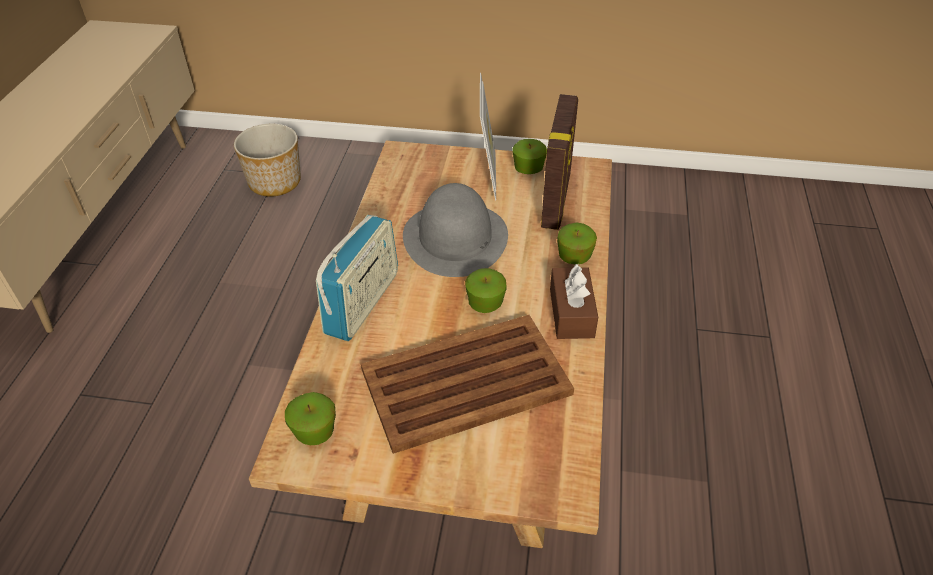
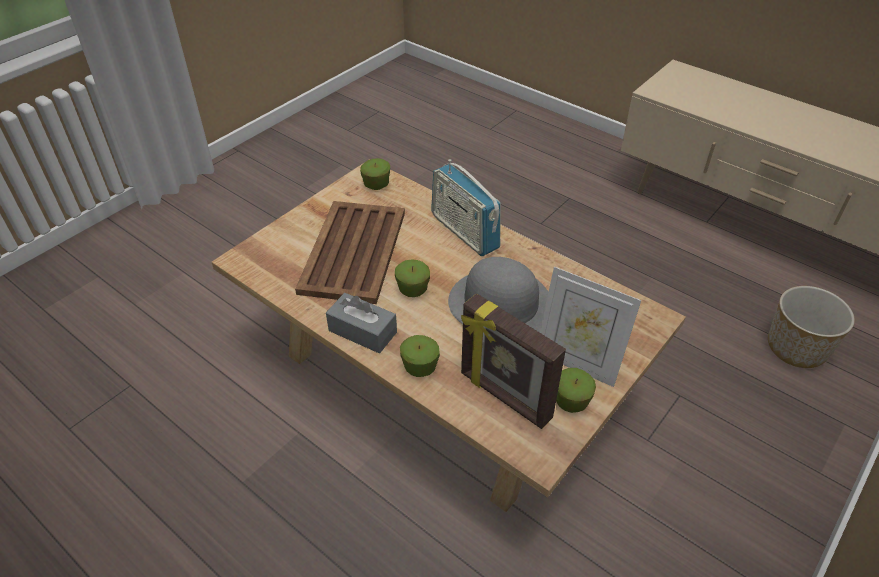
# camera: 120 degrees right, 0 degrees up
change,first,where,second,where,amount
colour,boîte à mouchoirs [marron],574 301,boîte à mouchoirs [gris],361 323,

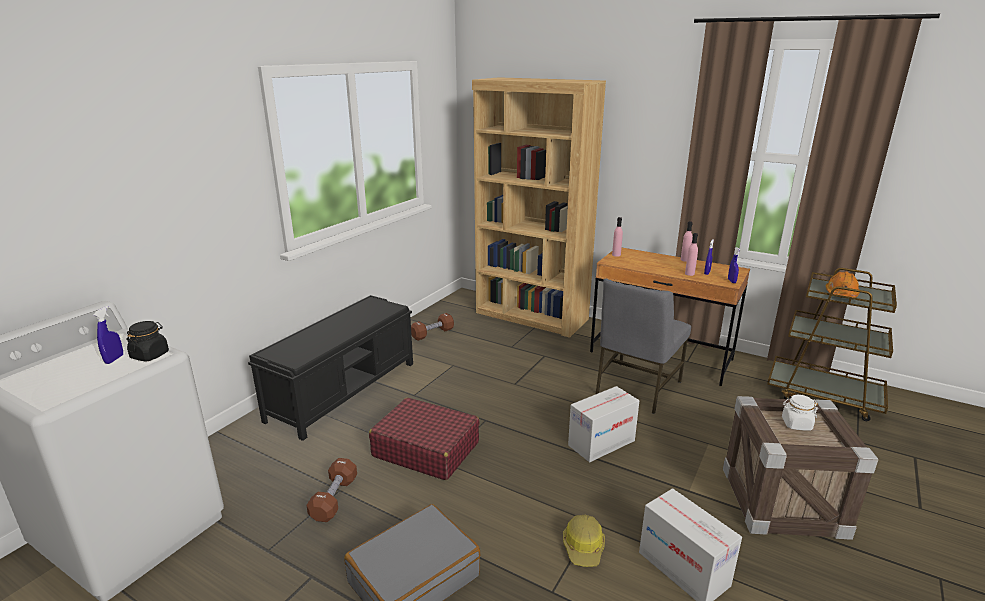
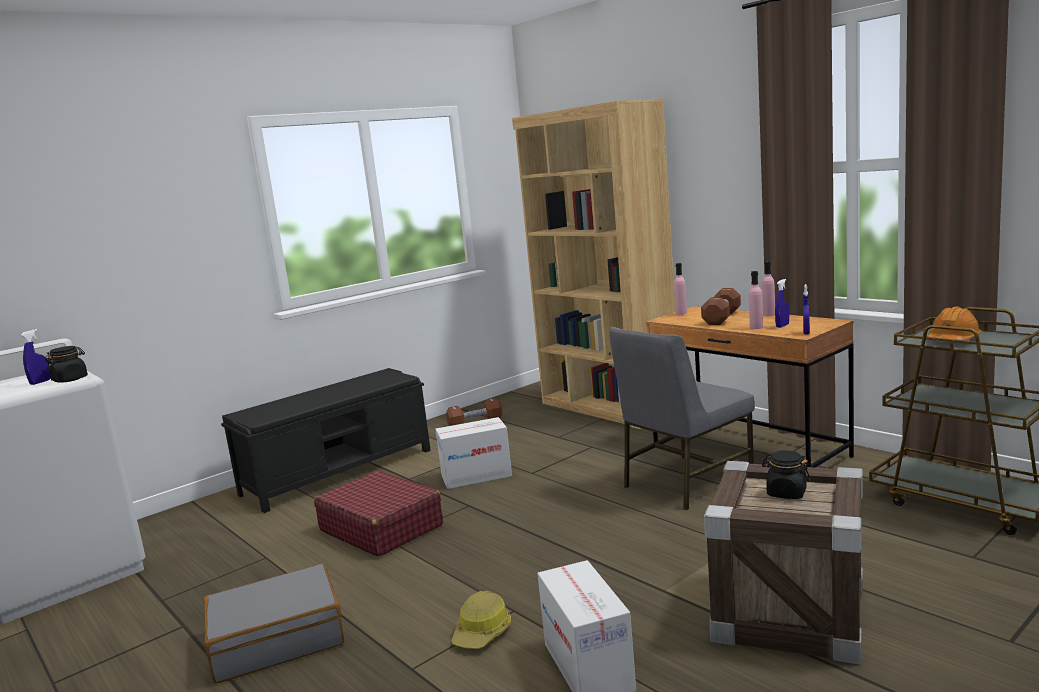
# camera: 20 degrees right, 10 degrees down
change,first,where,second,where,amount
relocated,carton,603 424,,473 453,
relocated,haltère [marron],331 490,,721 306,
colour,bocal [blanc],800 413,bocal [noir],786 474,

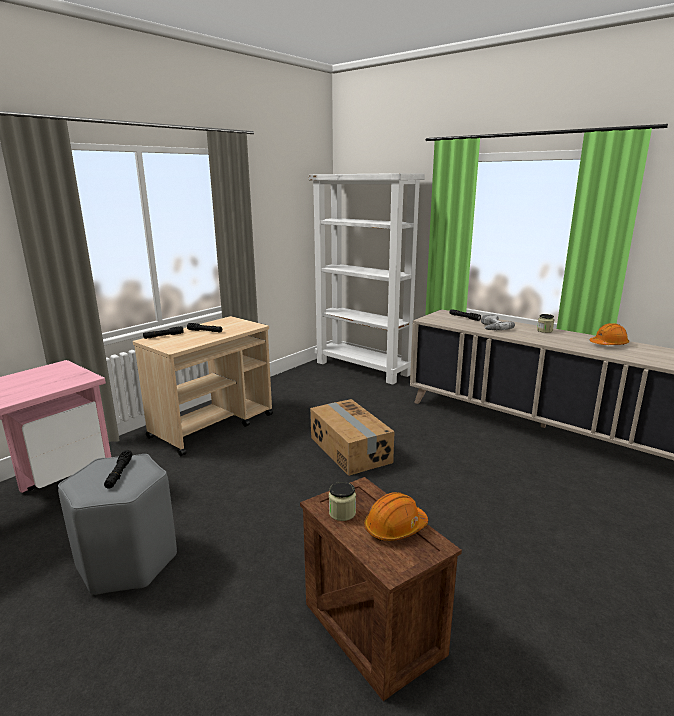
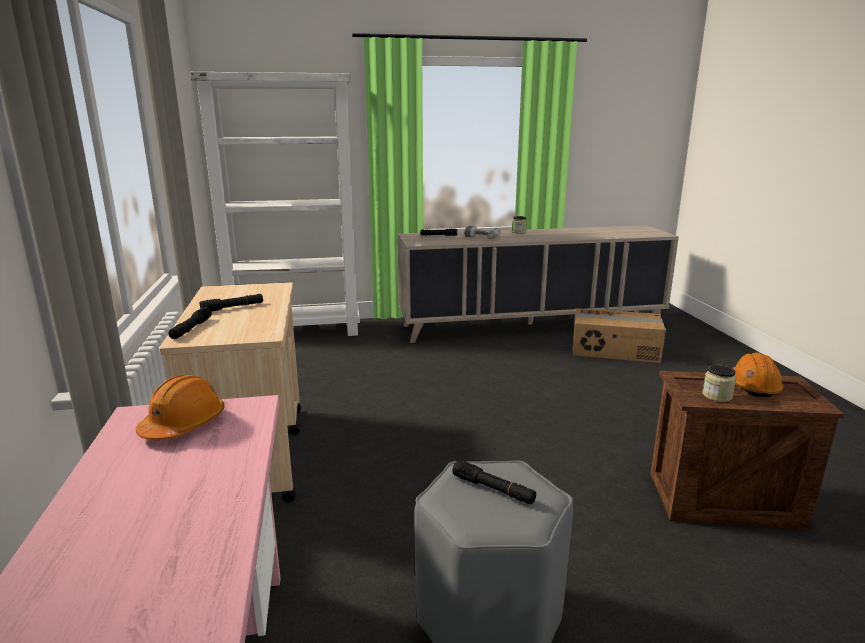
# camera: 50 degrees left, 0 degrees up
change,first,where,second,where,amount
relocated,casque de chantier [orange],609 334,,180 407,
relocated,carton,352 437,,619 335,

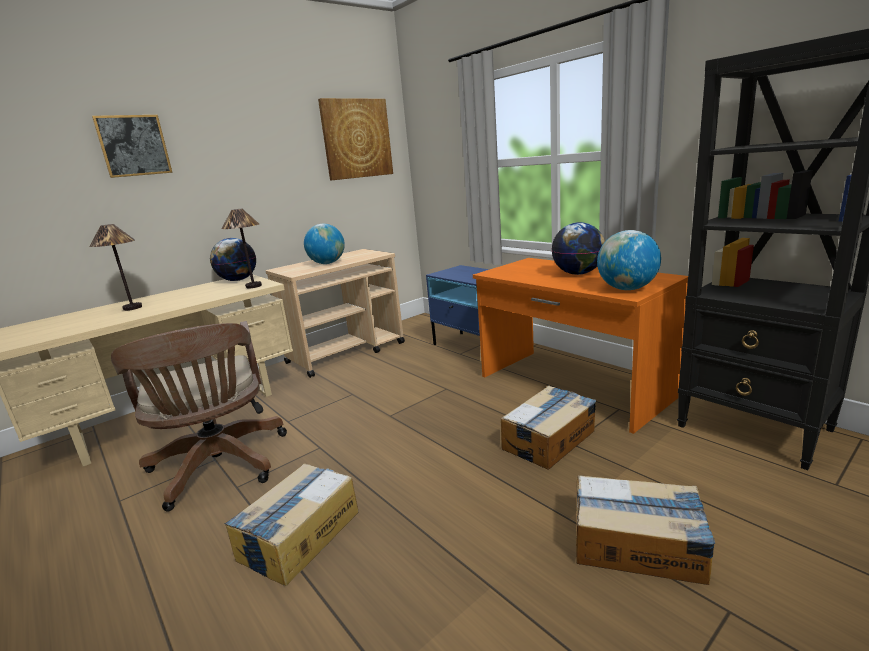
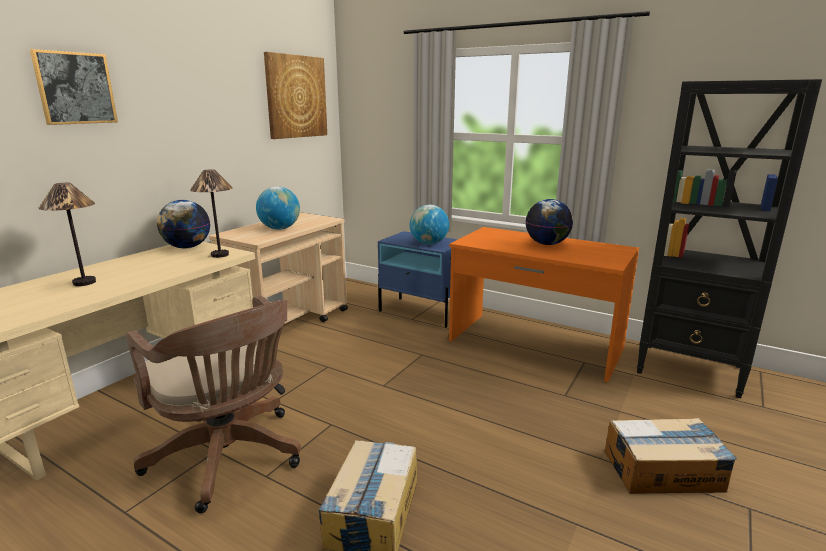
# camera: 20 degrees left, 0 degrees up
change,first,where,second,where,amount
relocated,globe,629 260,,429 225,
missing,carton,548 428,,,

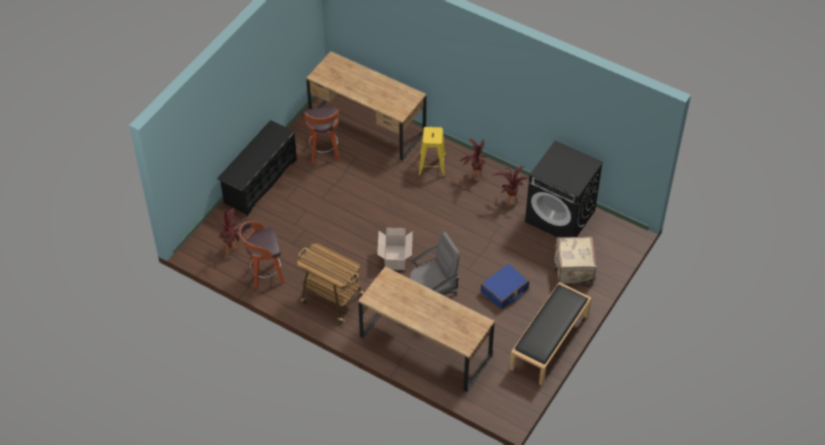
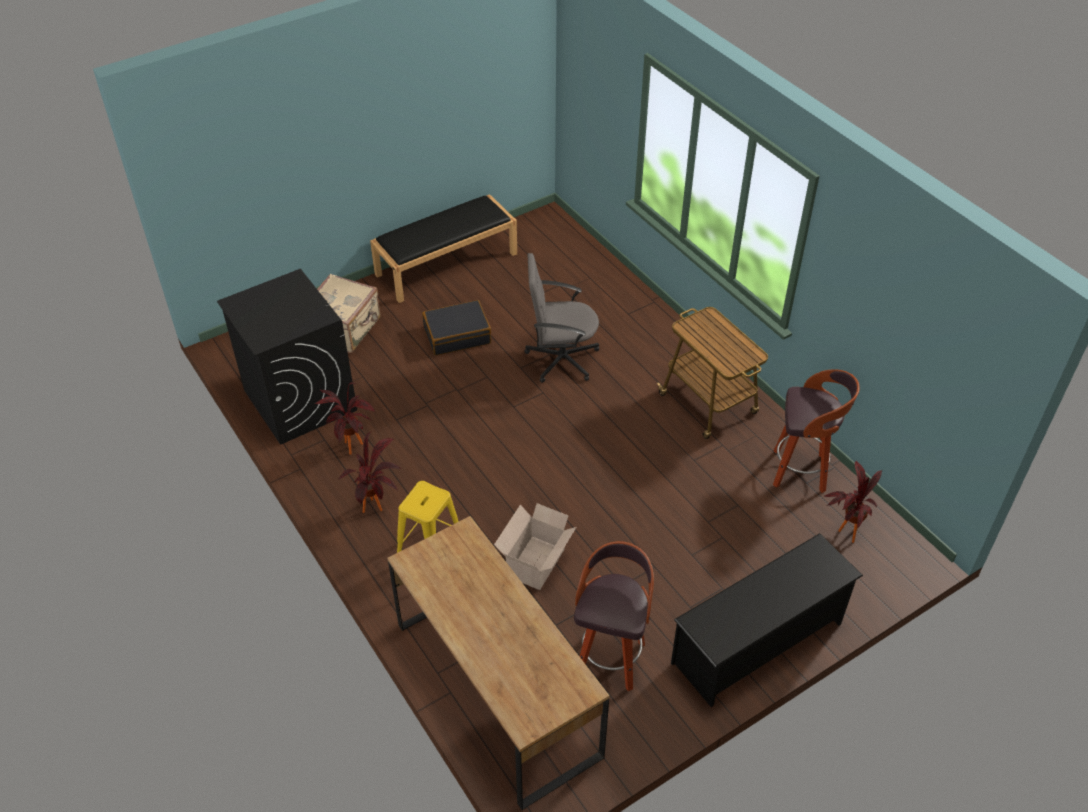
# camera: 155 degrees left, 5 degrees down
change,first,where,second,where,amount
colour,valise [bleu],505 286,valise [noir],456 328,
relocated,carton,395 249,,535 546,
missing,bureau [marron],426 329,,,

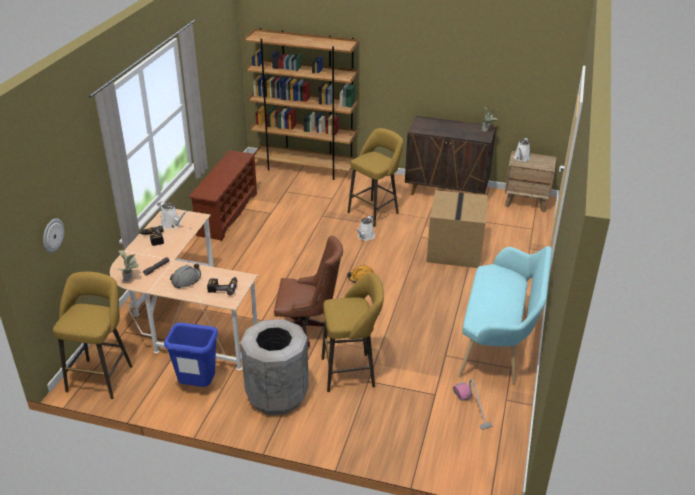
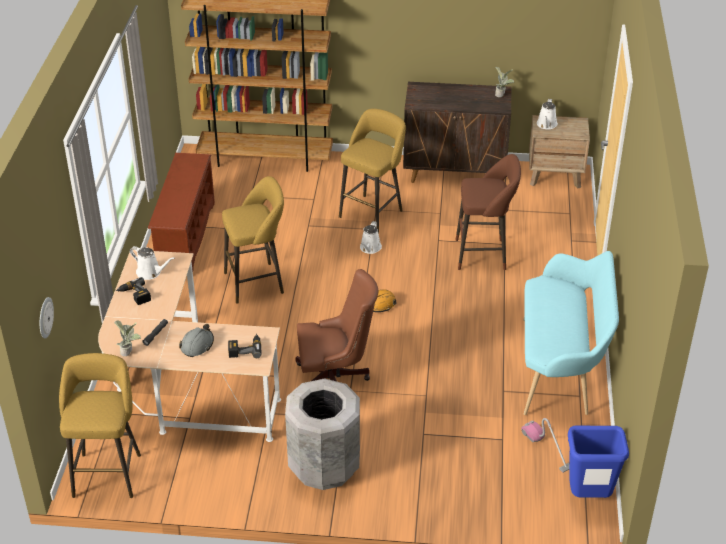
# camera: 10 degrees left, 5 degrees up
change,first,where,second,where,amount
relocated,tabouret [jaune],352 332,,253 239,
exchanged,carton,457 229,tabouret [marron],488 212,
relocated,poubelle [bleu],191 354,,598 462,

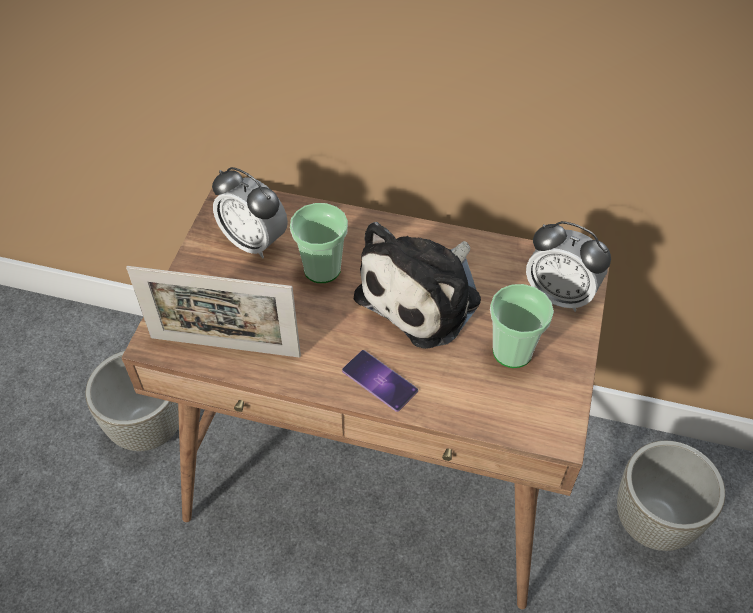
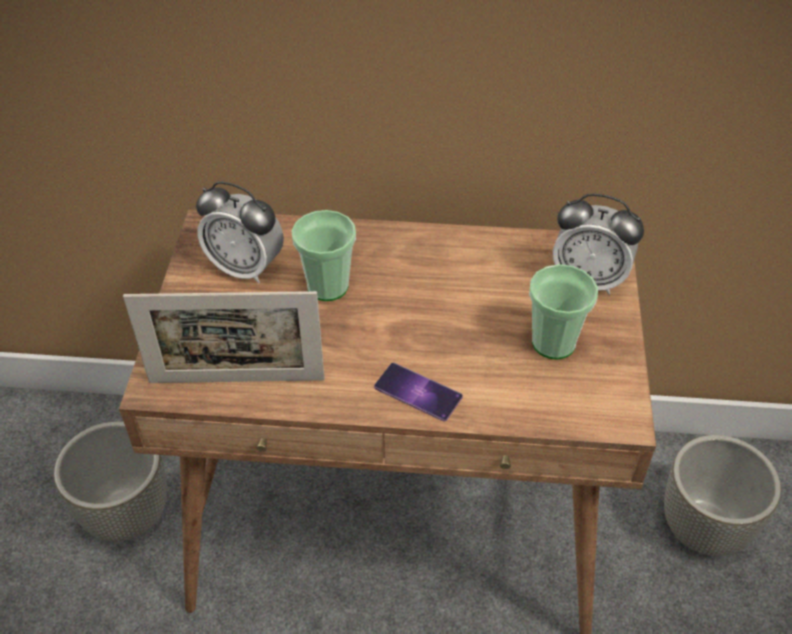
# camera: 10 degrees left, 5 degrees down
change,first,where,second,where,amount
missing,peluche,417 285,,,

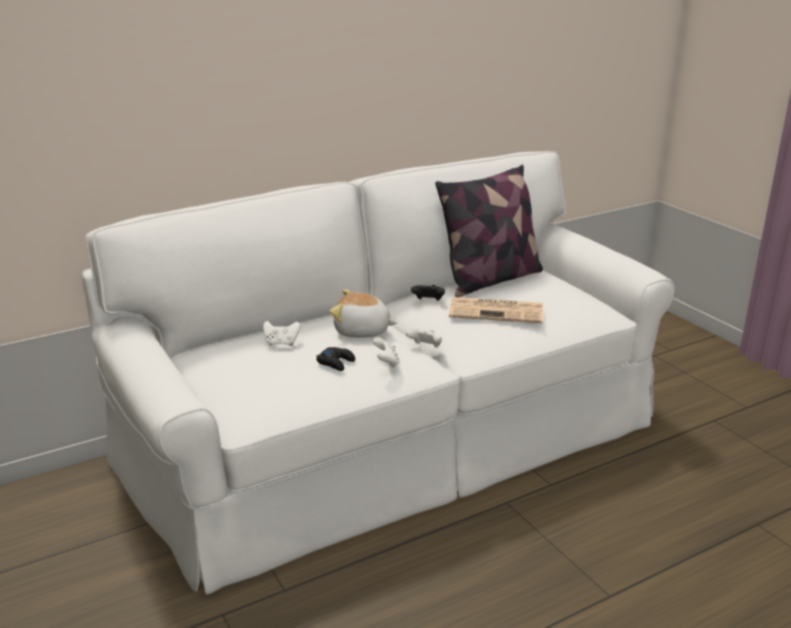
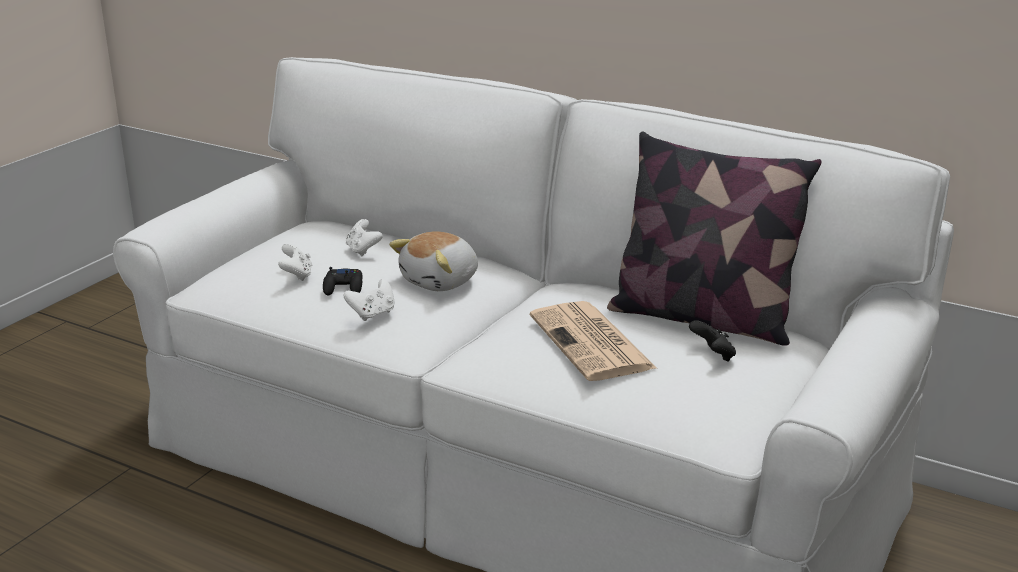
# camera: 60 degrees right, 0 degrees up
change,first,where,second,where,amount
relocated,manette [blanc],424 338,,295 262,
spun,peluche,363 313,,433 261,120 degrees counterclockwise
relocated,manette [noir],428 292,,712 341,

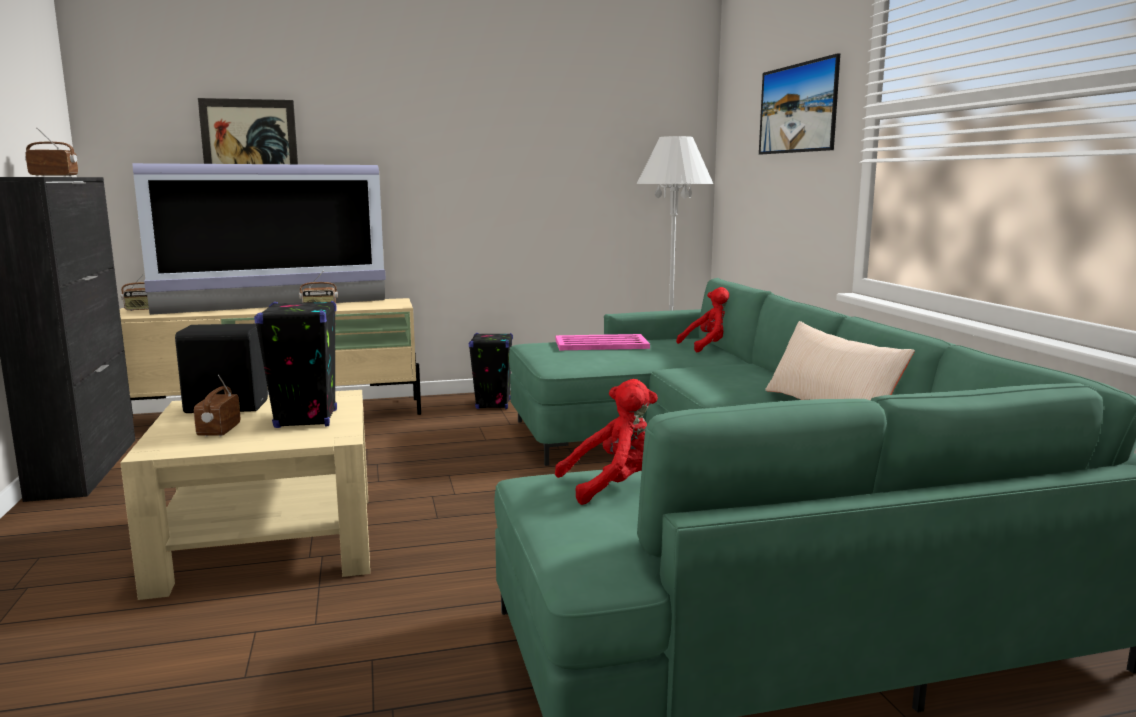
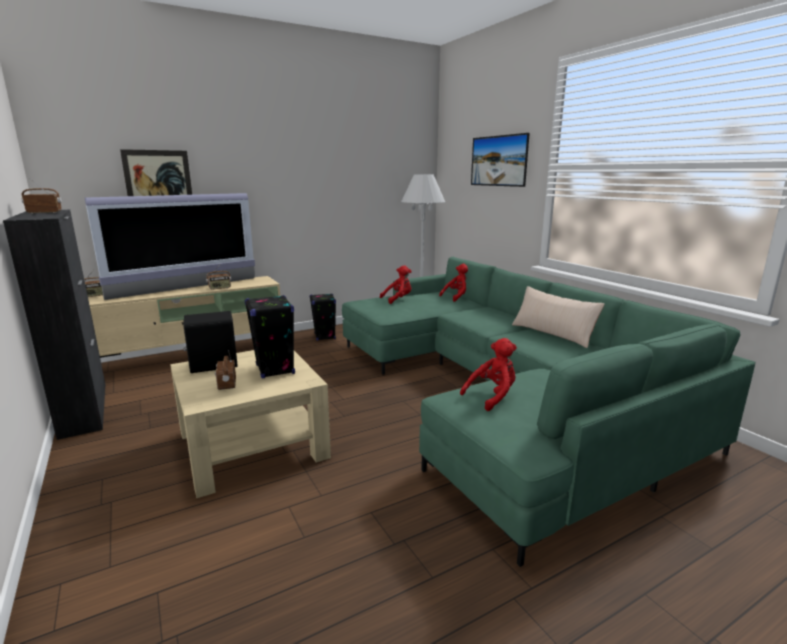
# camera: 15 degrees left, 5 degrees up
change,first,where,second,where,amount
exchanged,plateau [rose],603 342,peluche [rouge],396 284,

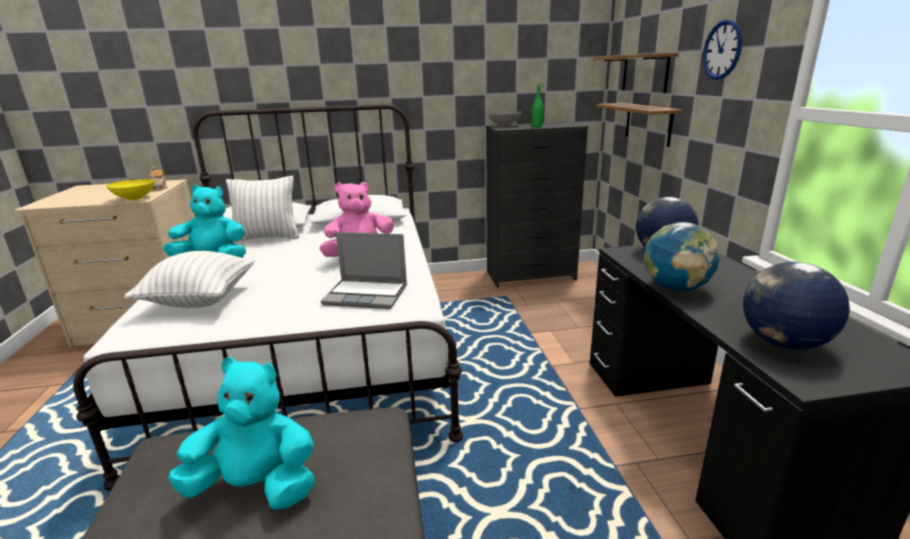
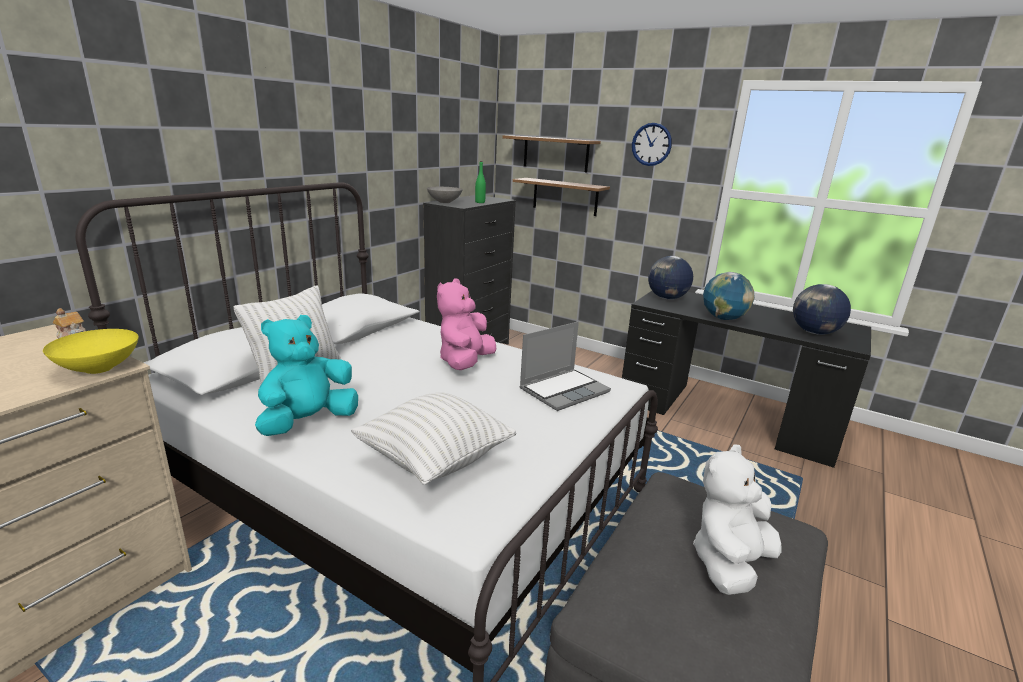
# camera: 50 degrees left, 0 degrees up
change,first,where,second,where,amount
colour,peluche [turquoise],241 433,peluche [blanc],737 519,

